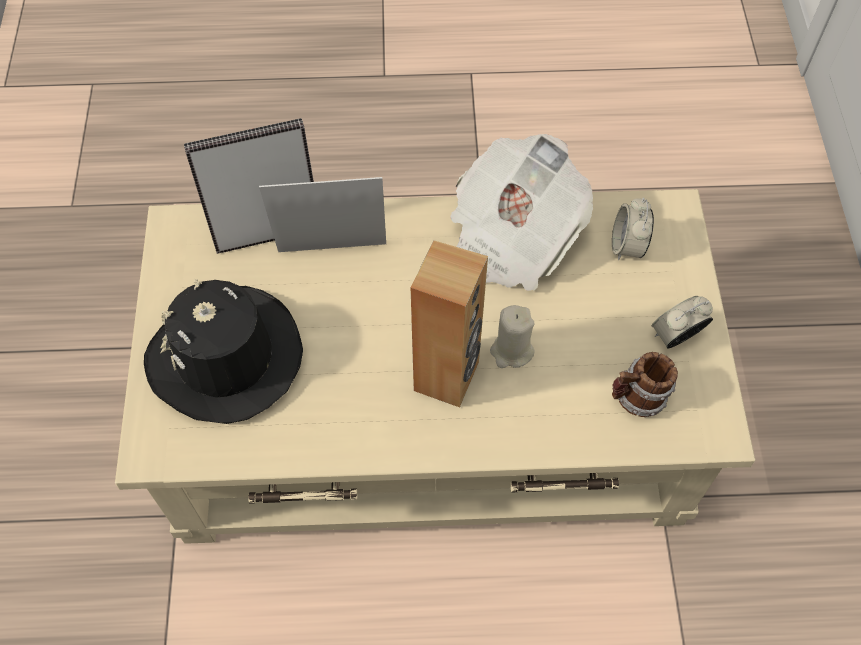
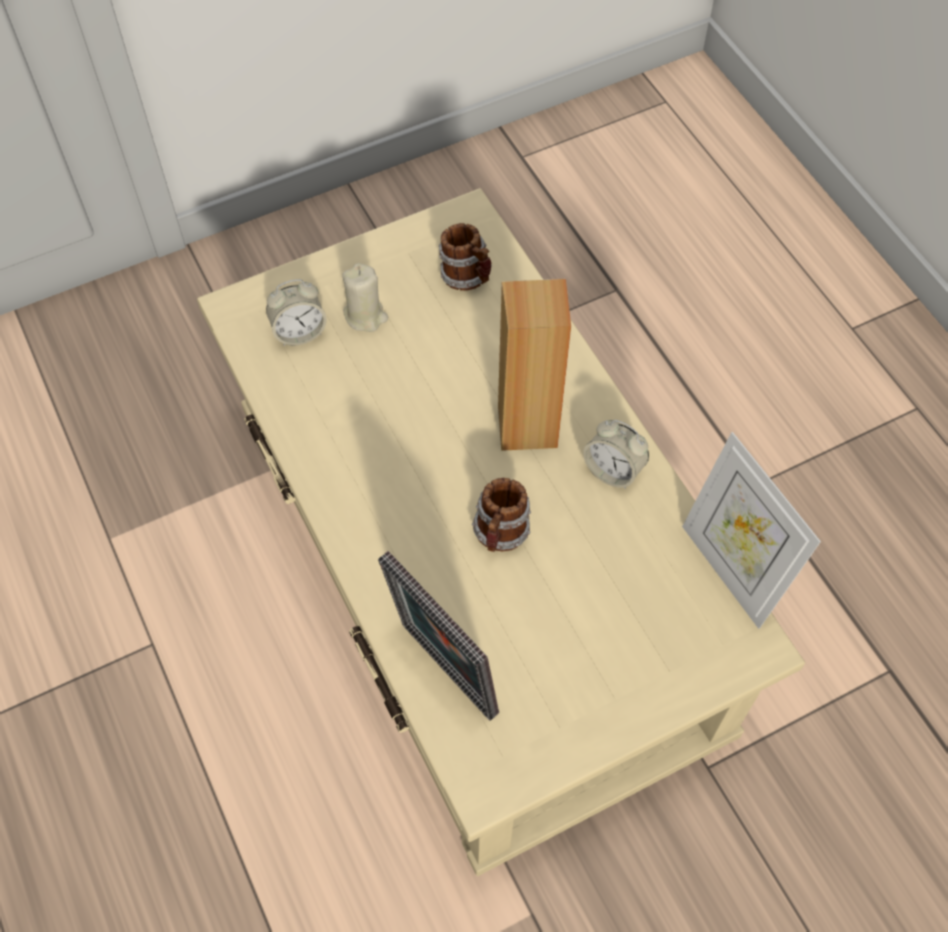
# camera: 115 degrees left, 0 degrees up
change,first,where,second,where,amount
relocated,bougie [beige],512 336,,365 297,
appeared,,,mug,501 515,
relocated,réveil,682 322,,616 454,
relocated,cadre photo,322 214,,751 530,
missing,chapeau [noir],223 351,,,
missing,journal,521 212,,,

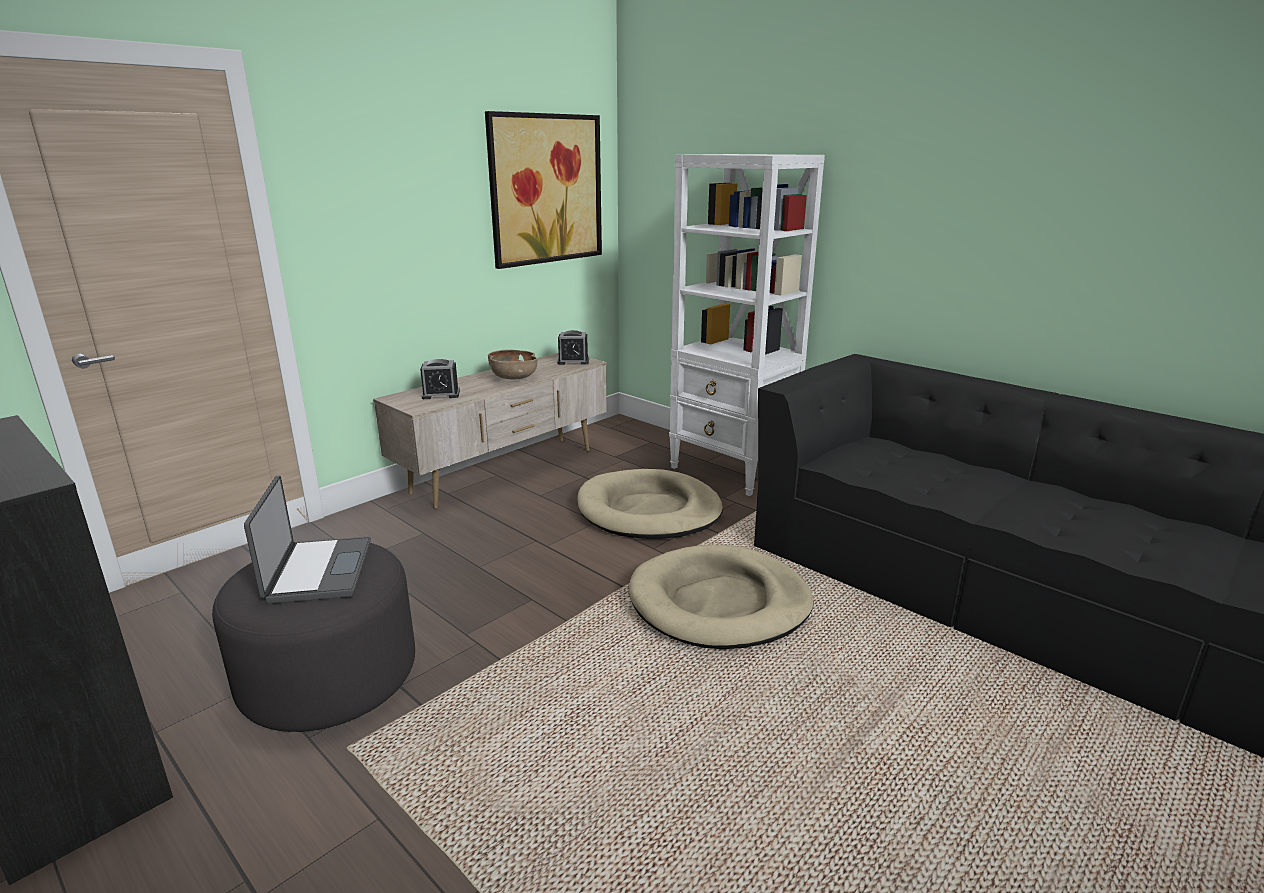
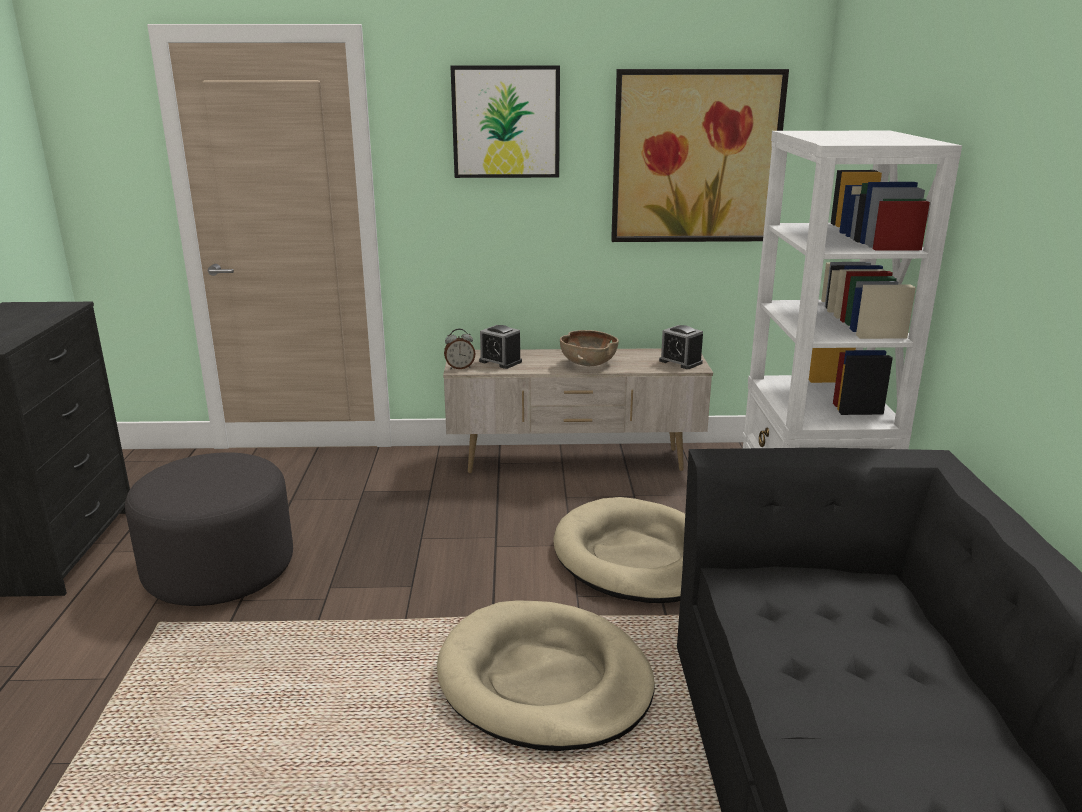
# camera: 45 degrees right, 0 degrees up
change,first,where,second,where,amount
appeared,,,réveil,459 348,
appeared,,,tableau,505 121,
missing,ordinateur portable,307 540,,,

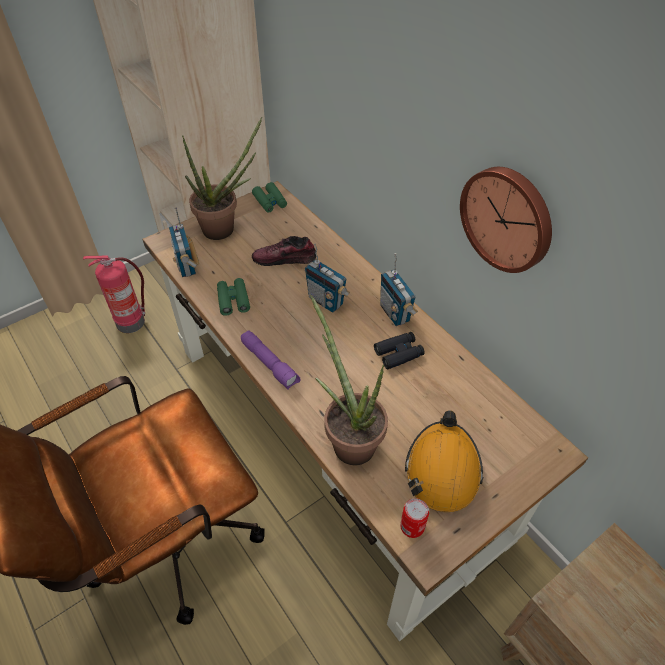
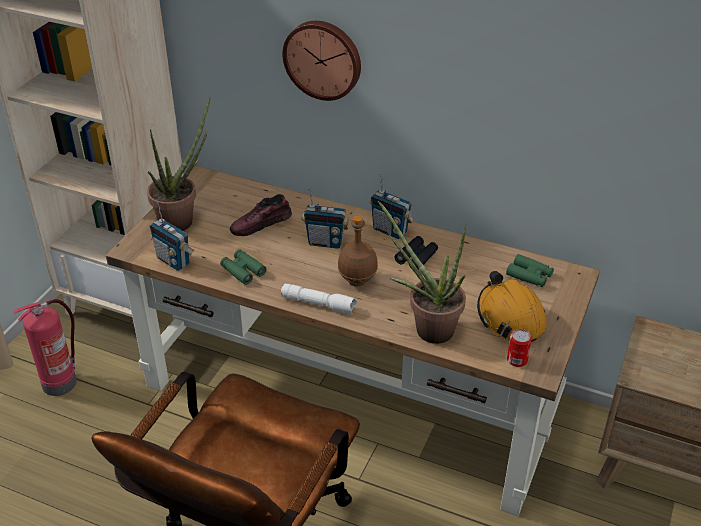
# camera: 30 degrees left, 10 degrees down
change,first,where,second,where,amount
colour,lampe de poche [violet],271 360,lampe de poche [blanc],319 298,
relocated,horloge murale,506 220,,321 61,
appeared,,,bouteille [marron],358 251,
relocated,jumelles [vert],269 197,,530 270,

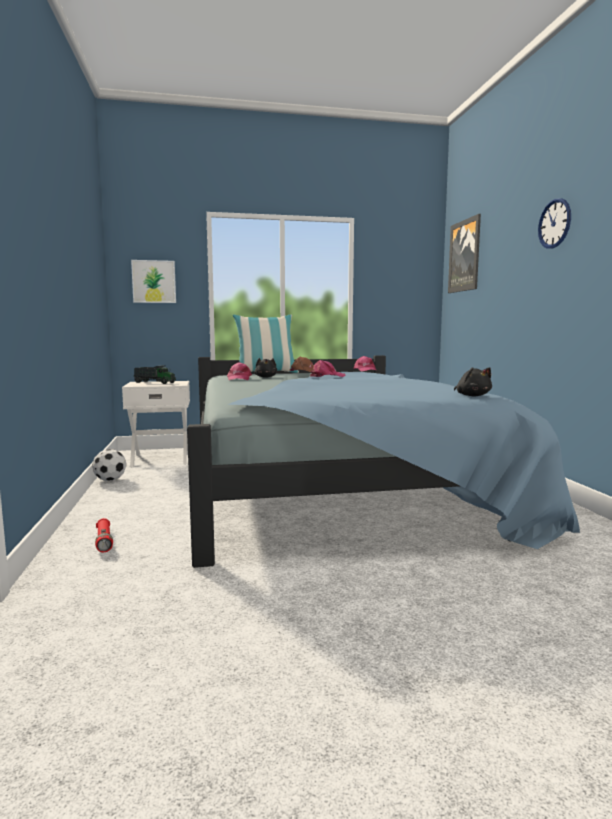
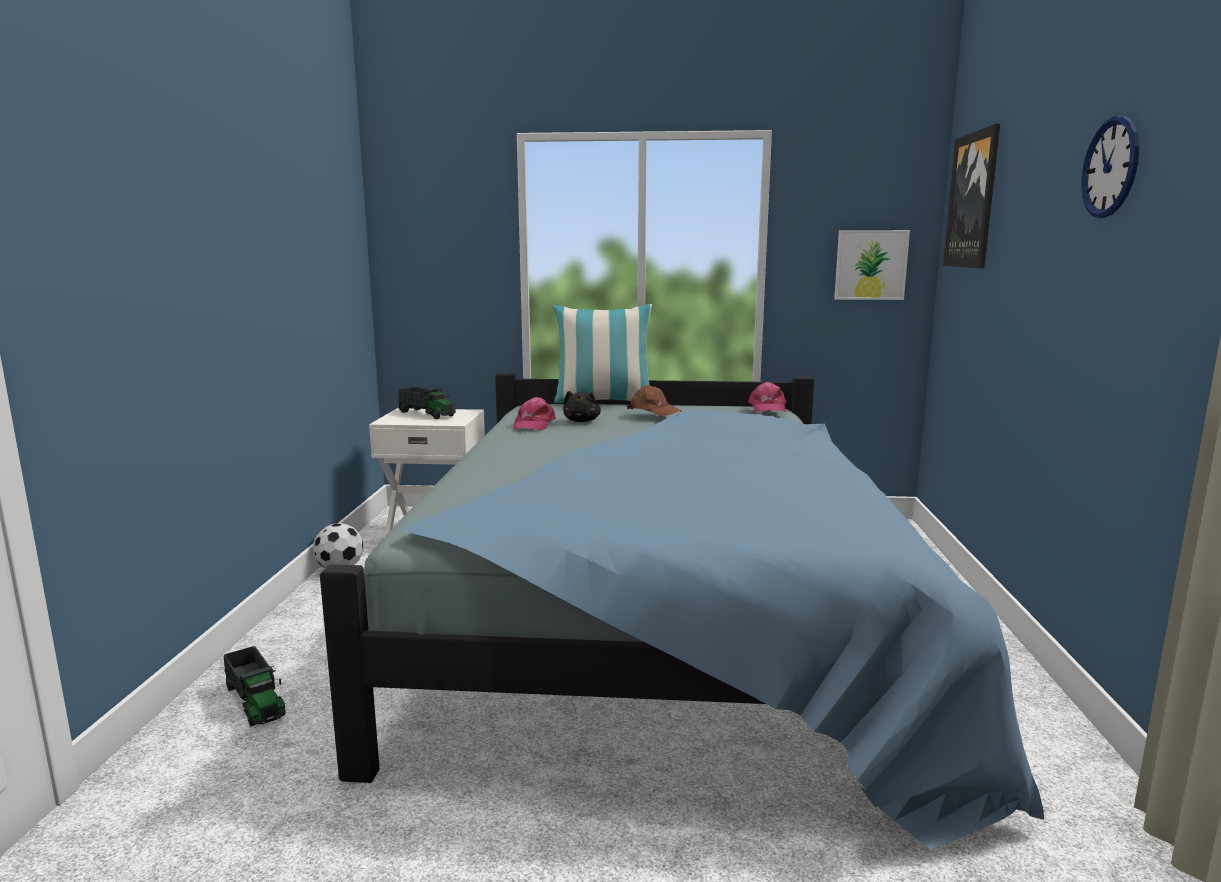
# camera: 15 degrees right, 5 degrees up
change,first,where,second,where,amount
exchanged,lampe de poche [rouge],104 535,camion jouet,255 686,
relocated,tableau,153 281,,872 265,
missing,casquette [rose],327 368,,,
missing,peluche [noir],473 382,,,

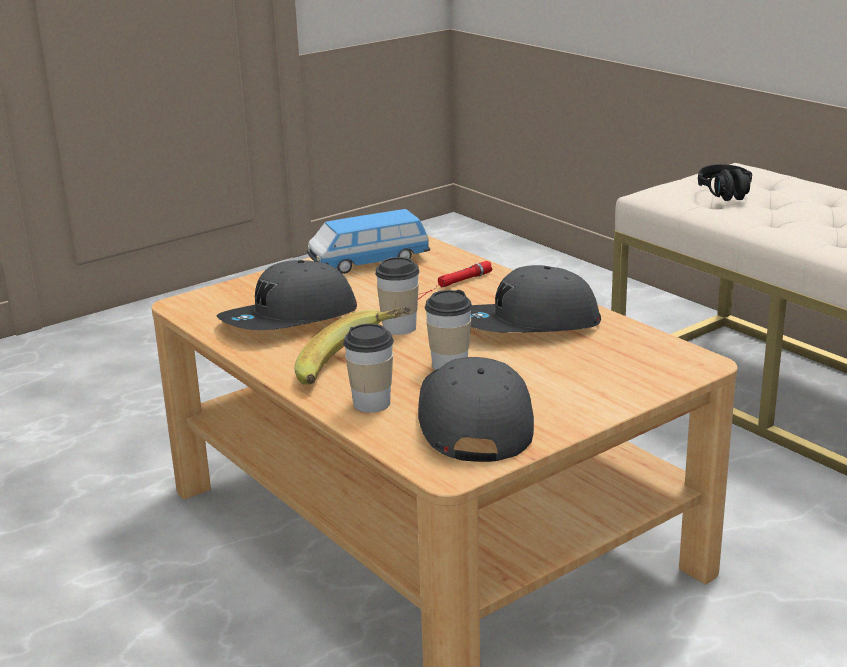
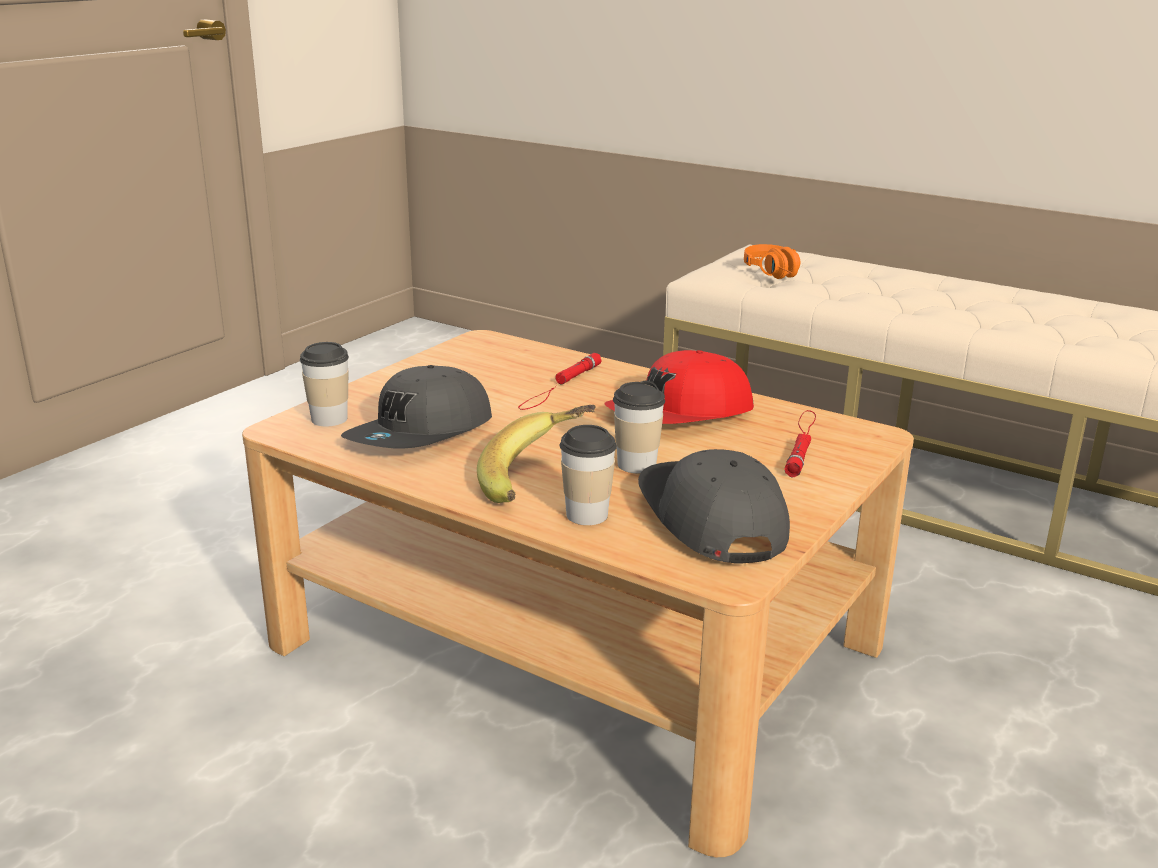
# camera: 20 degrees left, 0 degrees up
change,first,where,second,where,amount
relocated,tasse,397 296,,324 384,
colour,casquette [gris],536 299,casquette [rouge],679 387,
colour,casque audio [noir],725 182,casque audio [orange],772 261,
appeared,,,lampe de poche [rouge],800 443,
missing,petite voiture,368 241,,,

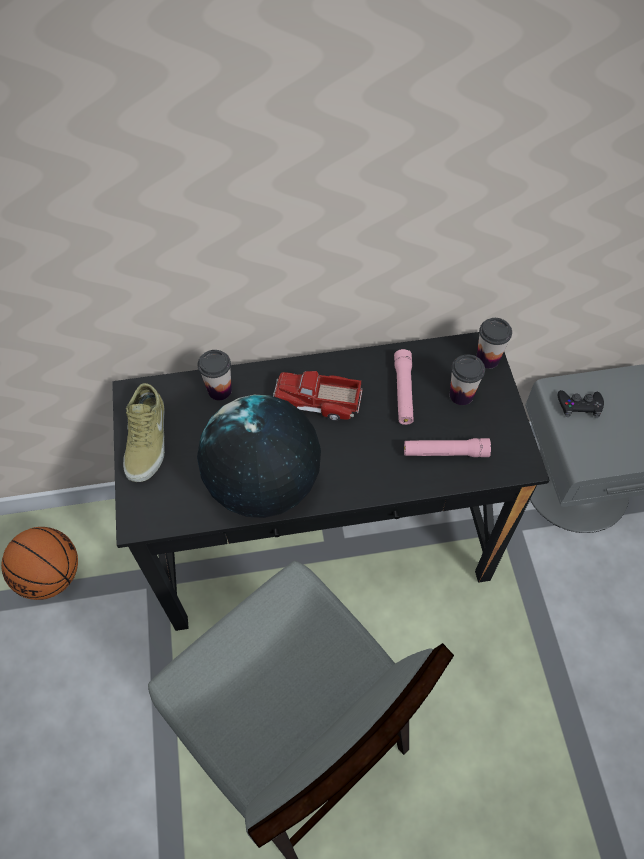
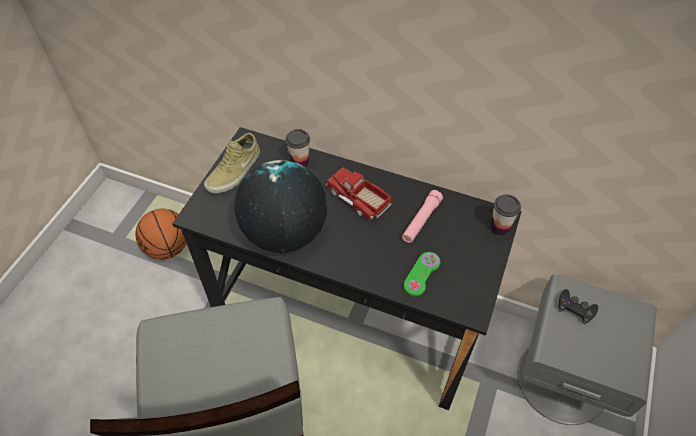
# camera: 30 degrees right, 5 degrees down
change,first,where,second,where,amount
exchanged,lampe de poche [rose],447 447,manette [vert],422 274,
missing,tasse,467 379,,,

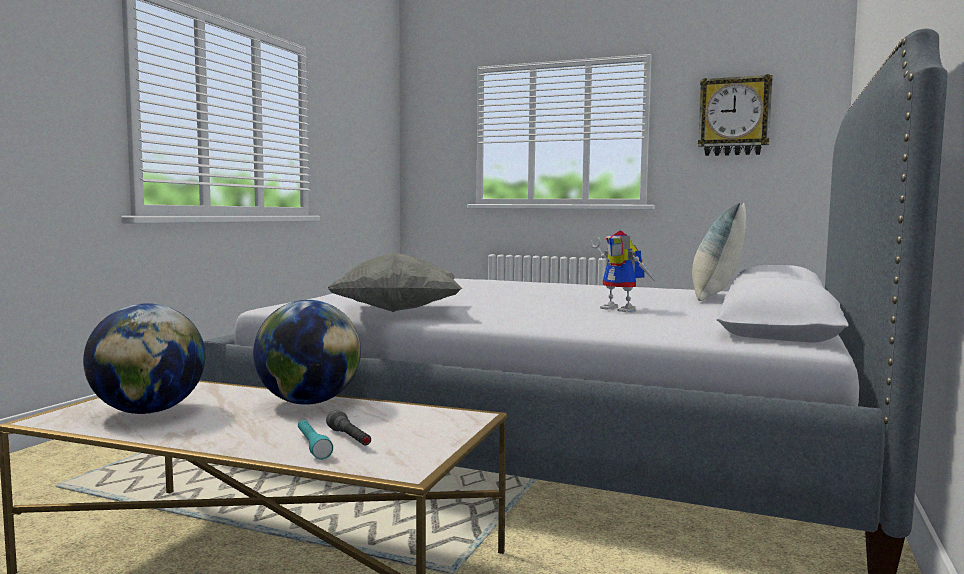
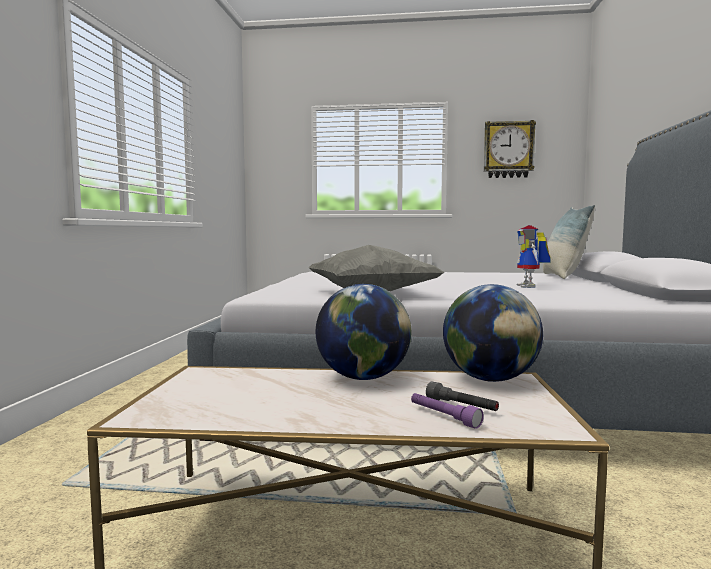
# camera: 15 degrees left, 0 degrees up
change,first,where,second,where,amount
colour,lampe de poche [turquoise],315 440,lampe de poche [violet],447 411,
relocated,globe,144 358,,493 333,
spun,robot jouet,622 271,,534 256,60 degrees clockwise

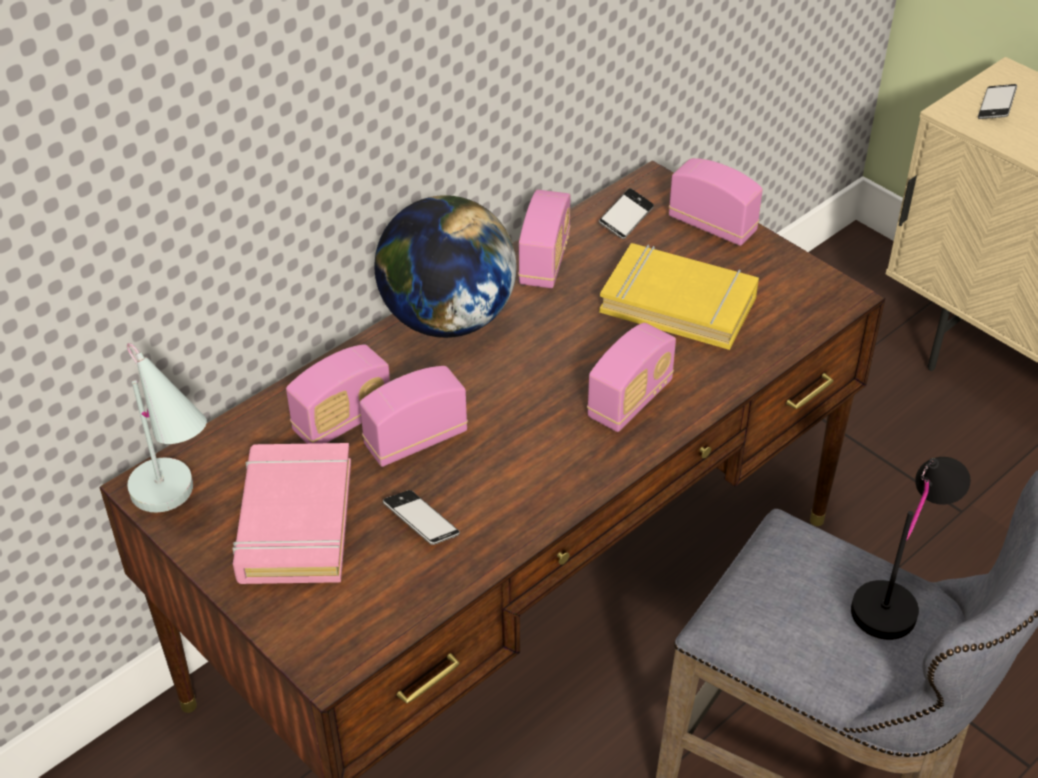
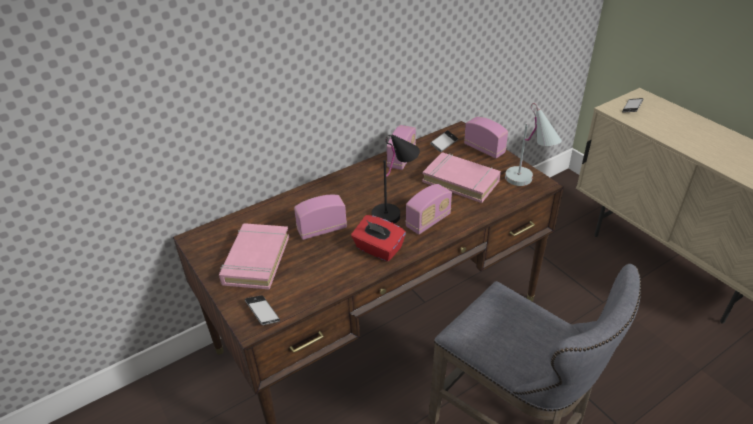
# camera: 10 degrees right, 5 degrees down
change,first,where,second,where,amount
relocated,téléphone,421 517,,262 310,
appeared,,,boîte à mouchoirs [rouge],378 238,
relocated,lampe de table [noir],911 548,,395 179,
colour,livre [jaune],679 296,livre [rose],461 177,
relocated,lampe de table [blanc],167 428,,533 144,
missing,radio,338 394,,,
missing,globe,445 266,,,

